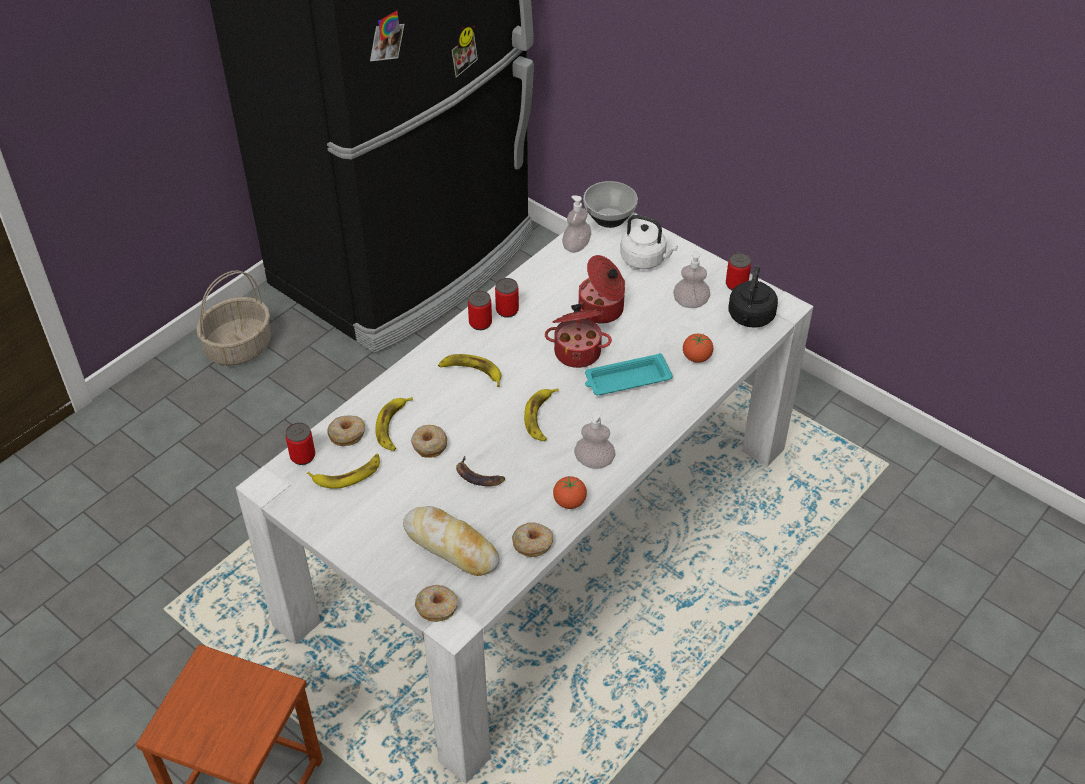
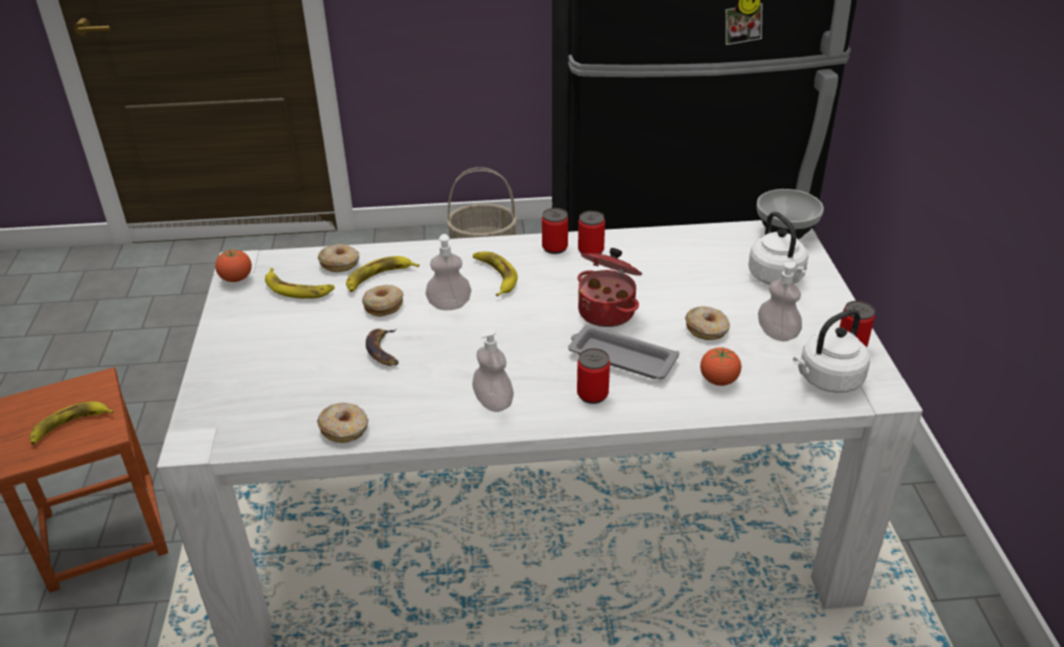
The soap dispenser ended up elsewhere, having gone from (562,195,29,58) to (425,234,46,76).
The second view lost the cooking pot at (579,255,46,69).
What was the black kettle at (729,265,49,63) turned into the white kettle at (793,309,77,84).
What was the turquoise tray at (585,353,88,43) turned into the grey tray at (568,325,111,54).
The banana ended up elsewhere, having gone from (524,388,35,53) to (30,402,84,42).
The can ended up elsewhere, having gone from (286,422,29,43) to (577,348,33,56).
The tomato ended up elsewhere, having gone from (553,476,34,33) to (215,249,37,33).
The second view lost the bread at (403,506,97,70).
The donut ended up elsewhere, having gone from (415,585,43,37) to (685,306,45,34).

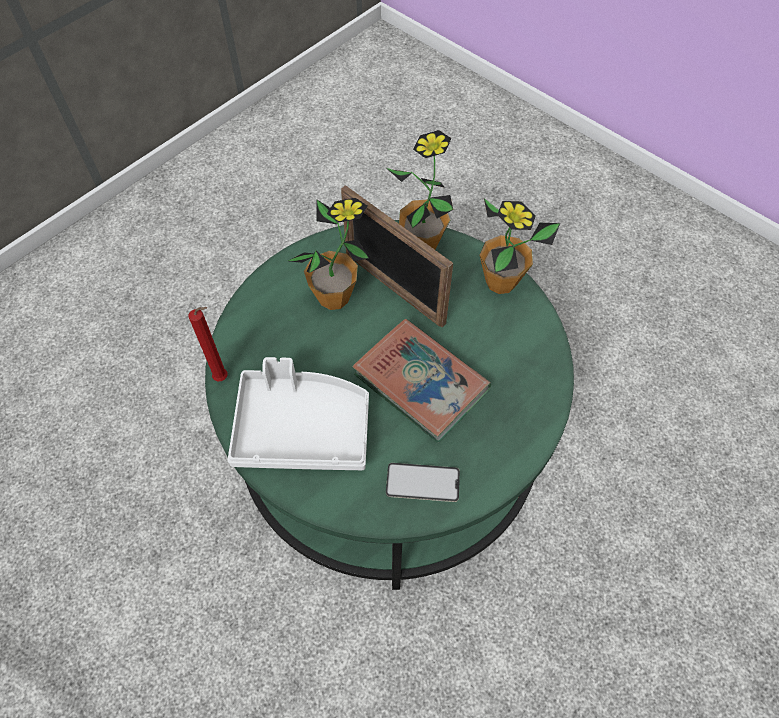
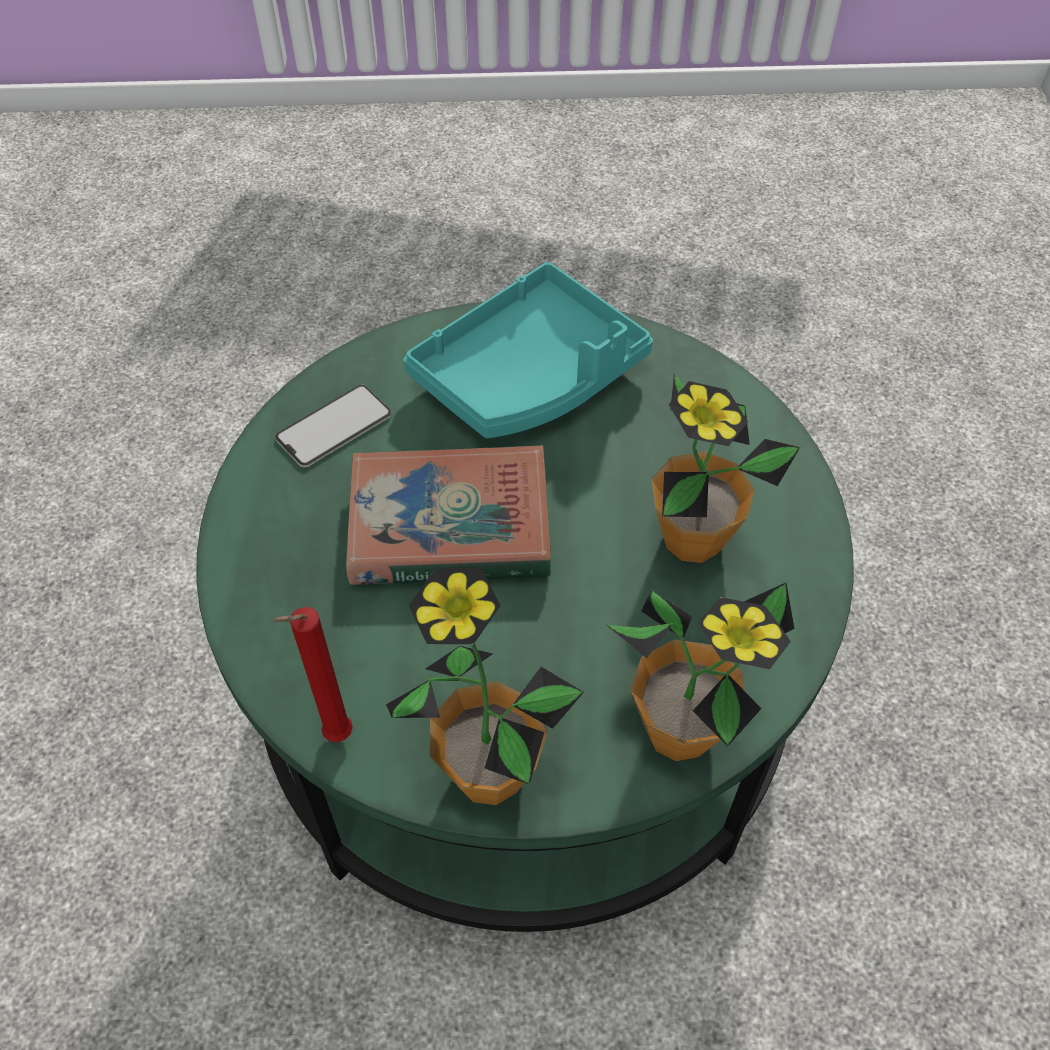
The second view lost the picture frame at (341,185,112,142).
The red candle ended up elsewhere, having gone from (188,307,40,74) to (273,607,80,135).
What was the white tray at (228,357,141,113) turned into the turquoise tray at (404,262,249,176).

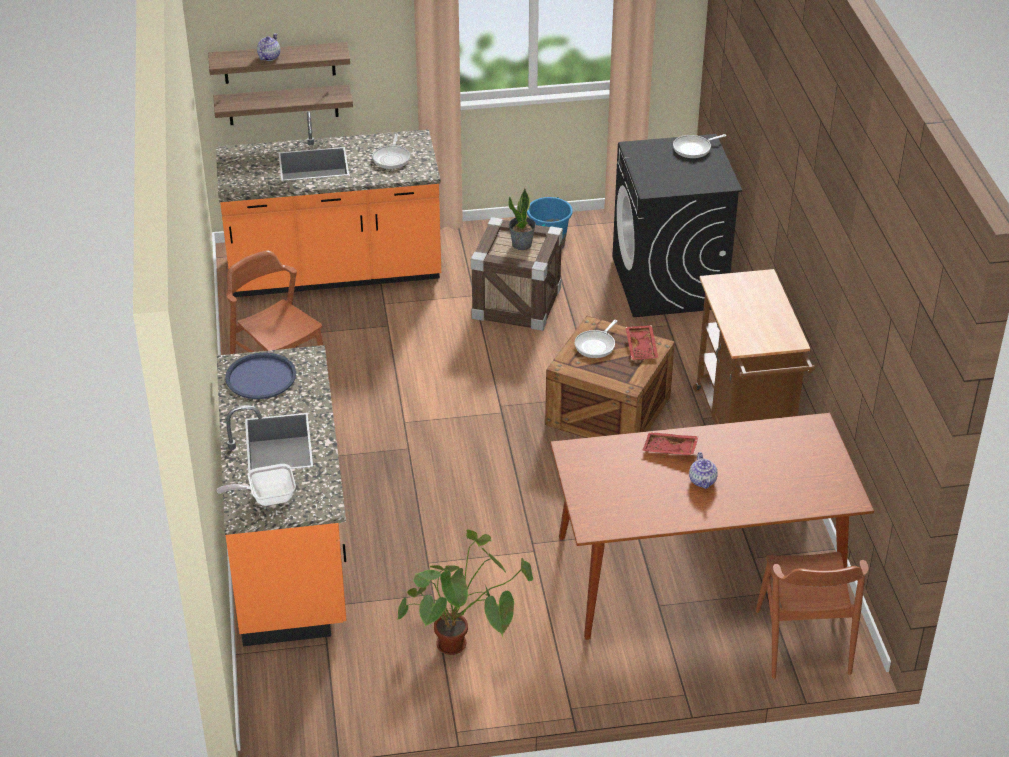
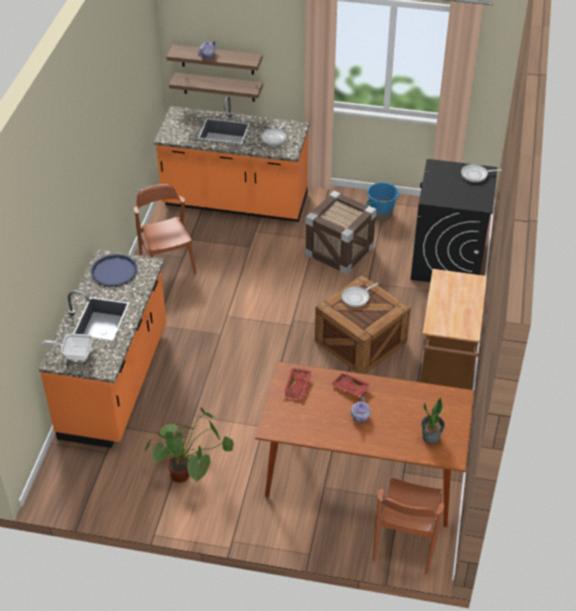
The potted plant ended up elsewhere, having gone from (508,189,28,61) to (421,398,24,46).
The red tray ended up elsewhere, having gone from (626,325,32,35) to (283,367,29,33).

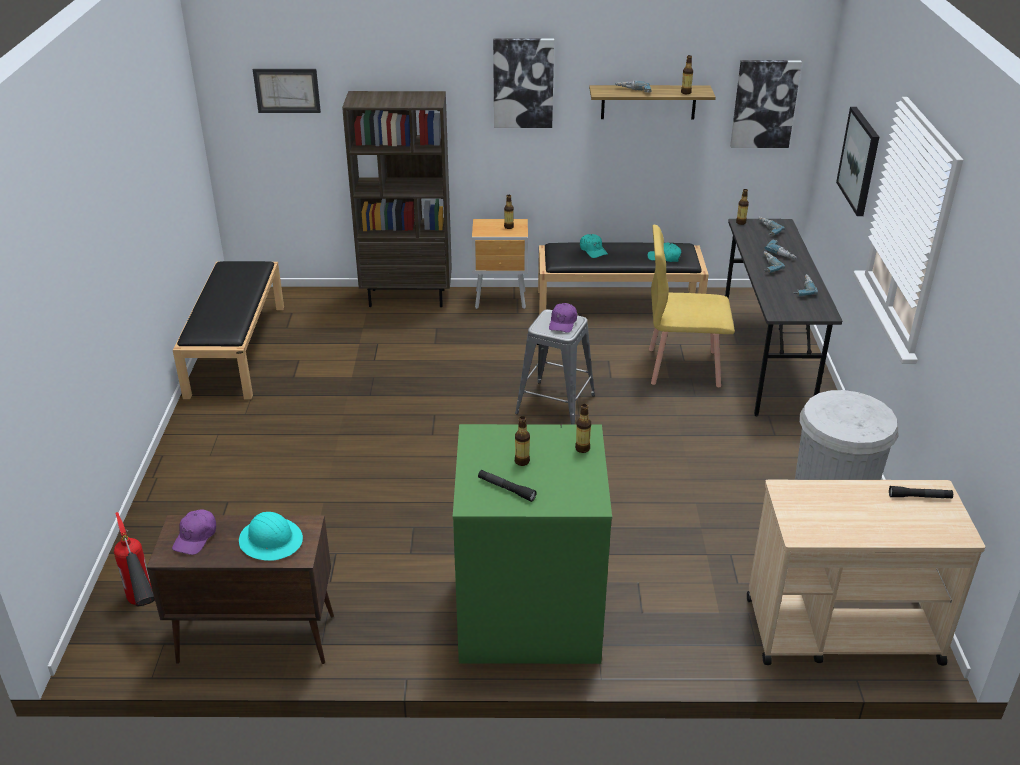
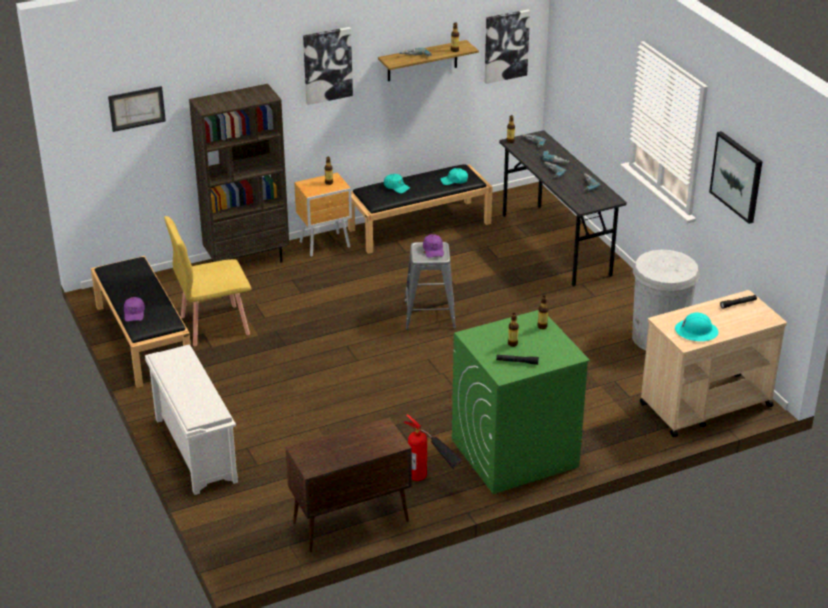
The picture ended up elsewhere, having gone from (836,107,43,109) to (709,131,54,93).
The yellow chair ended up elsewhere, having gone from (649,225,86,162) to (164,216,88,130).
The purple cap ended up elsewhere, having gone from (172,510,44,45) to (124,297,21,25).
The fire extinguisher ended up elsewhere, having gone from (114,512,41,94) to (403,414,60,67).
The turquoise hard hat ended up elsewhere, having gone from (239,512,64,49) to (675,313,43,28).
The second view gained the white shoe rack at (145,345,93,150).

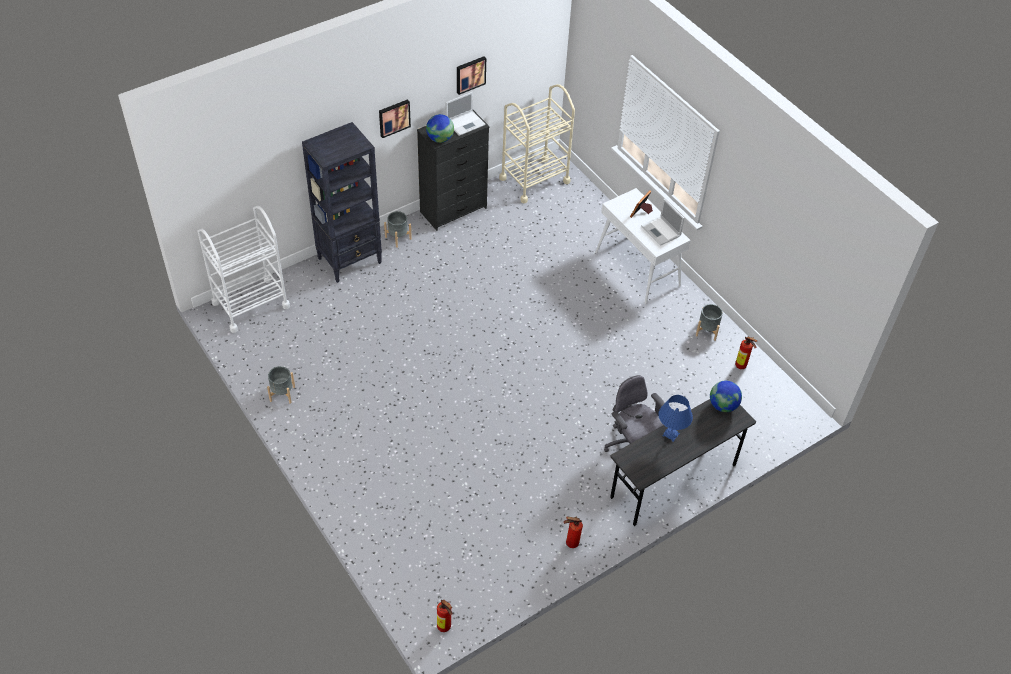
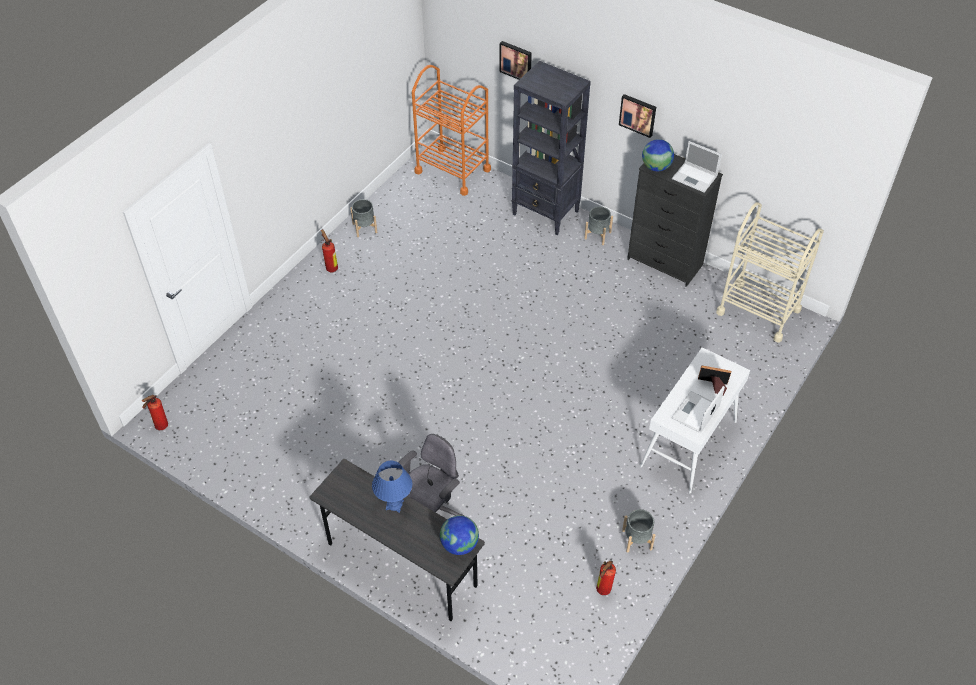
The picture ended up elsewhere, having gone from (457,56,29,39) to (499,41,33,39).
What was the white cart at (197,206,93,127) turned into the orange cart at (412,65,79,131).
The fire extinguisher ended up elsewhere, having gone from (564,516,19,32) to (321,229,17,43).

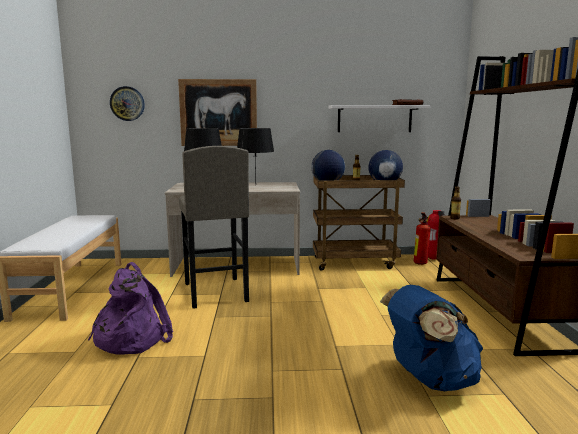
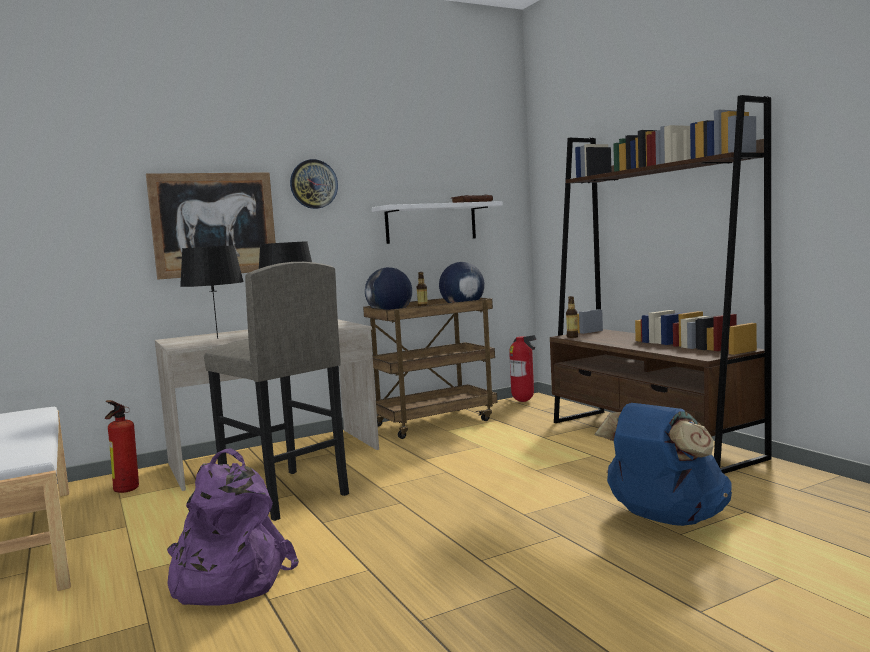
The wall clock ended up elsewhere, having gone from (110,86,35,35) to (290,159,48,50).
The fire extinguisher ended up elsewhere, having gone from (414,212,17,53) to (105,400,34,93).

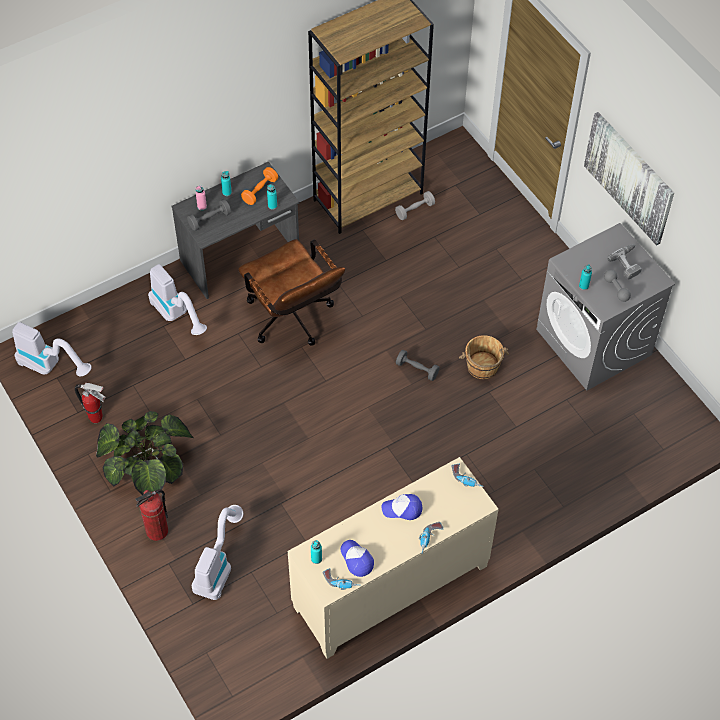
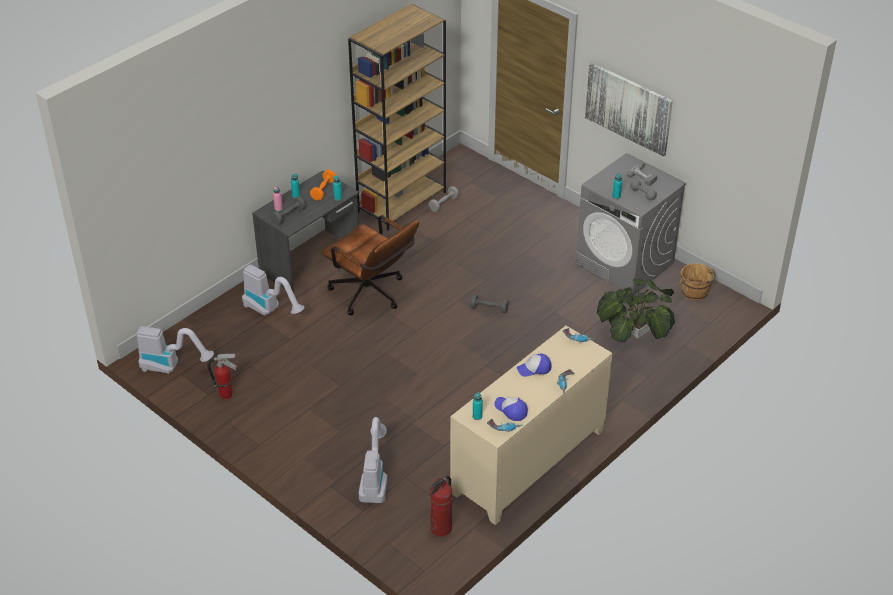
The brown bucket ended up elsewhere, having gone from (459,335,50,44) to (677,263,39,37).
The potted plant ended up elsewhere, having gone from (96,411,98,84) to (597,279,78,64).
The fire extinguisher ended up elsewhere, having gone from (135,489,33,52) to (430,476,22,61).

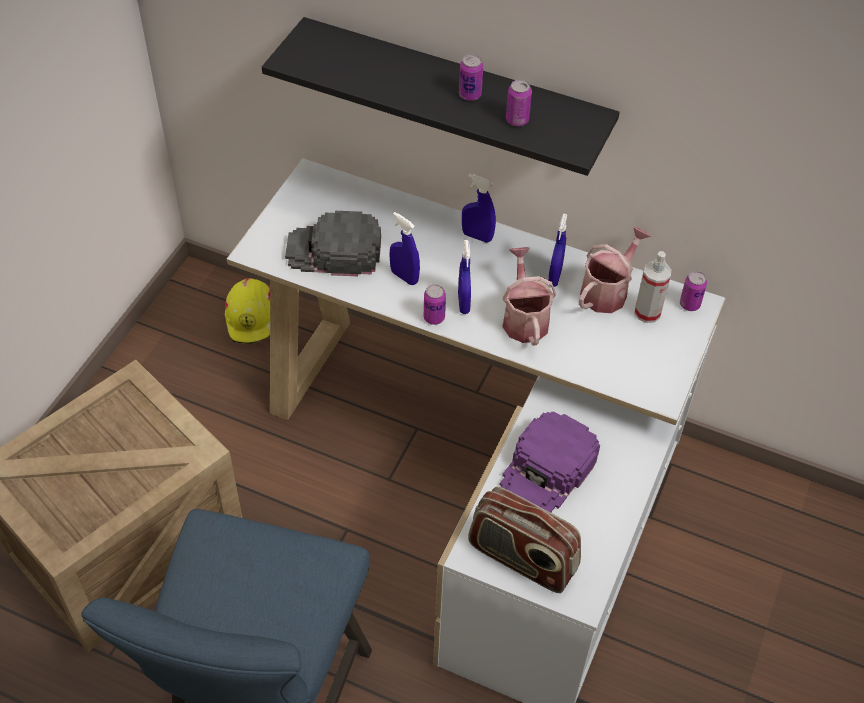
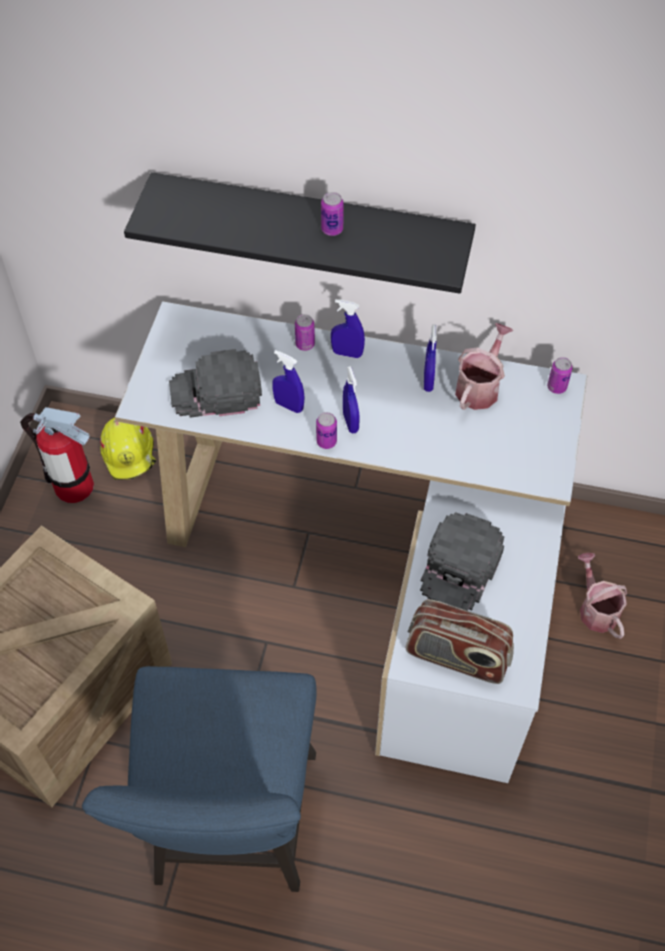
The can ended up elsewhere, having gone from (506,79,26,47) to (295,314,20,37).
The watering can ended up elsewhere, having gone from (502,247,54,99) to (578,553,49,86).
The second view lost the spray bottle at (634,251,37,72).
What was the purple cap at (499,411,101,102) turned into the black cap at (420,512,84,99).
The second view gained the fire extinguisher at (20,407,74,96).

